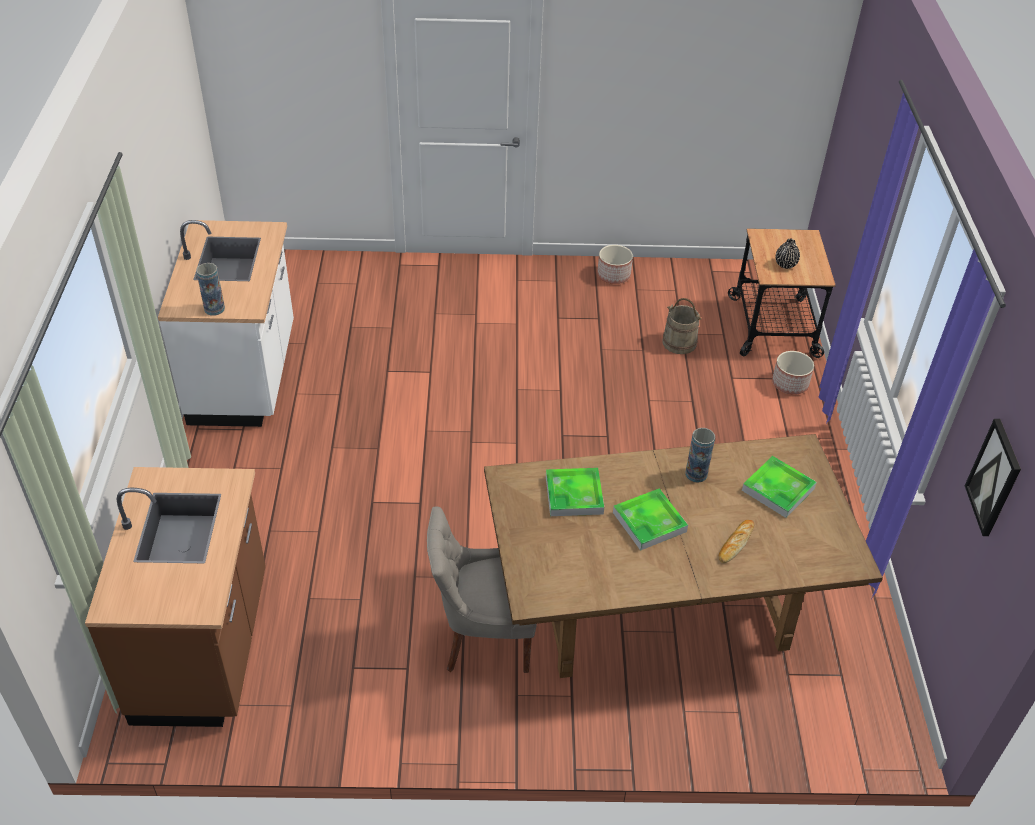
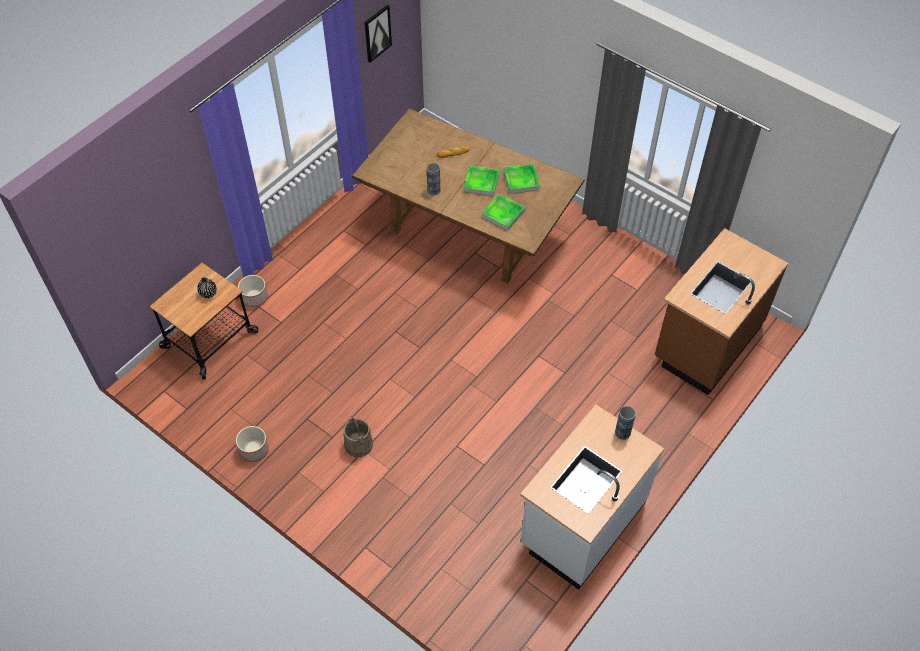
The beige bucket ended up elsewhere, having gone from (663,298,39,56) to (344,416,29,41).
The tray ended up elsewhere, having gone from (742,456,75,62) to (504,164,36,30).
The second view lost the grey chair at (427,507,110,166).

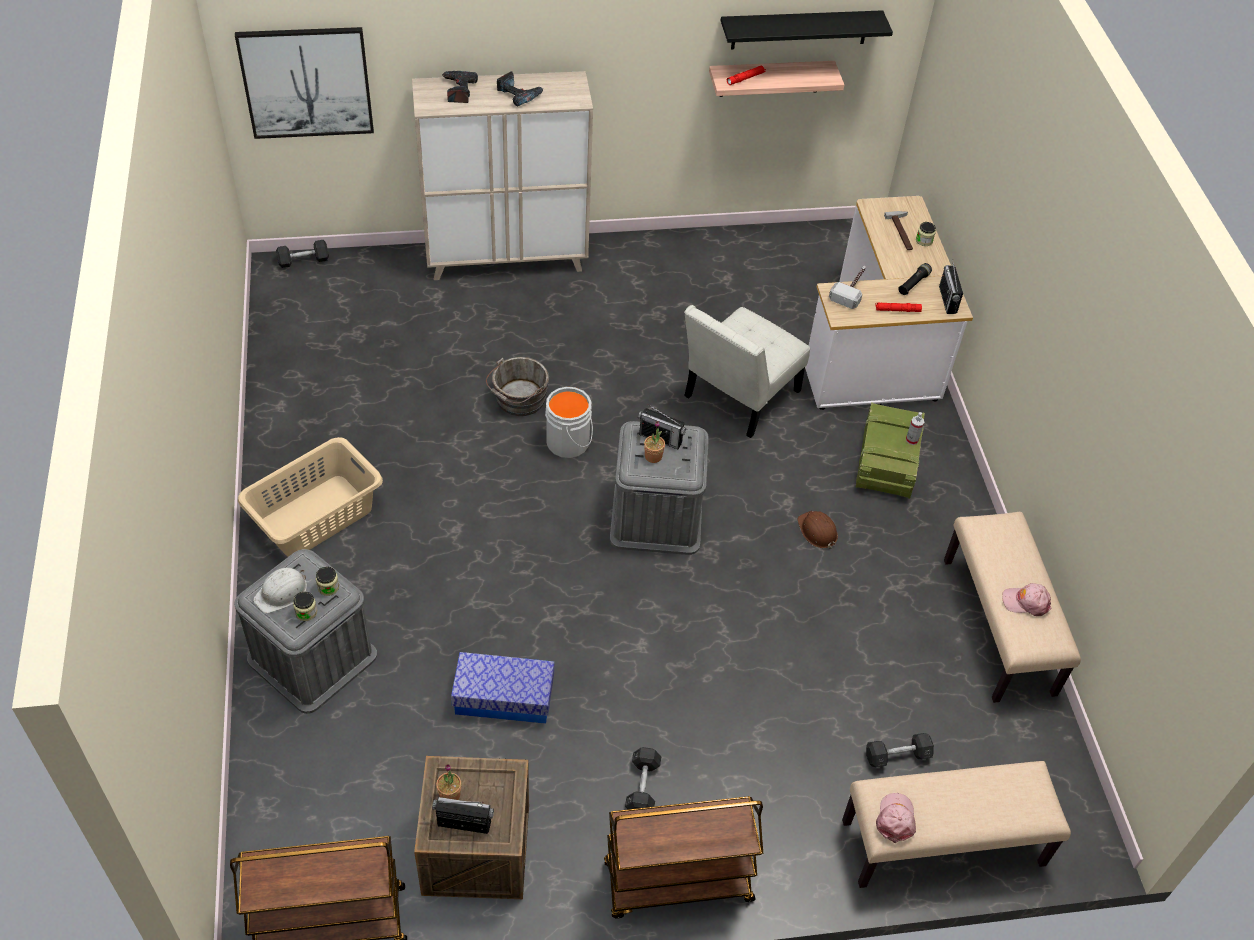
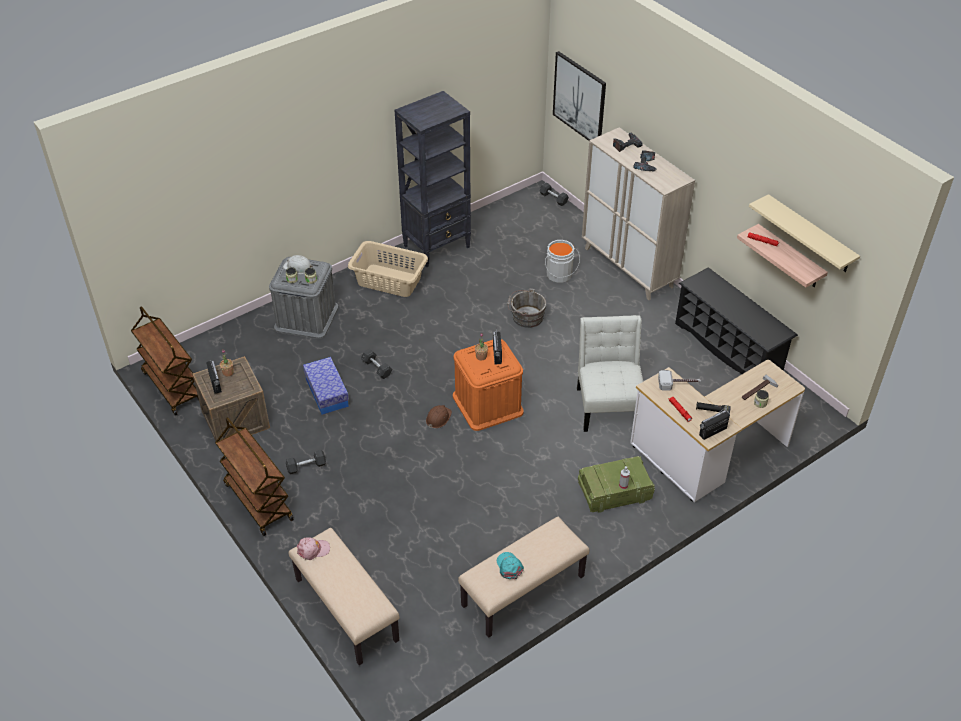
What was the black shelf at (721,10,172,39) turned into the beige shelf at (749,194,111,78).
The white chair at (684,305,126,133) ended up facing another way, 75 degrees clockwise from before.
The grey bucket ended up elsewhere, having gone from (545,387,48,71) to (545,240,35,43).
What was the grey storage box at (610,421,99,134) turned into the orange storage box at (453,339,71,92).
The brown hard hat ended up elsewhere, having gone from (797,511,41,38) to (426,405,26,23).
What was the pink cap at (1002,583,49,33) turned into the turquoise cap at (497,552,27,27).
The grey dumbbell ended up elsewhere, having gone from (866,733,68,35) to (361,349,31,30).
The second view gained the black bookcase at (394,91,77,176).
The second view gained the black shoe rack at (675,267,123,107).

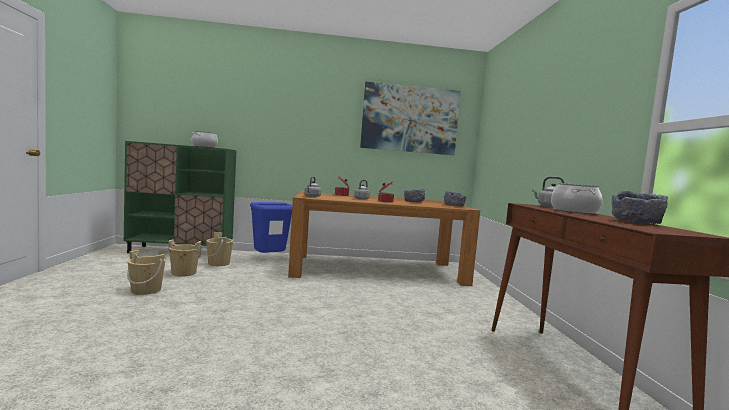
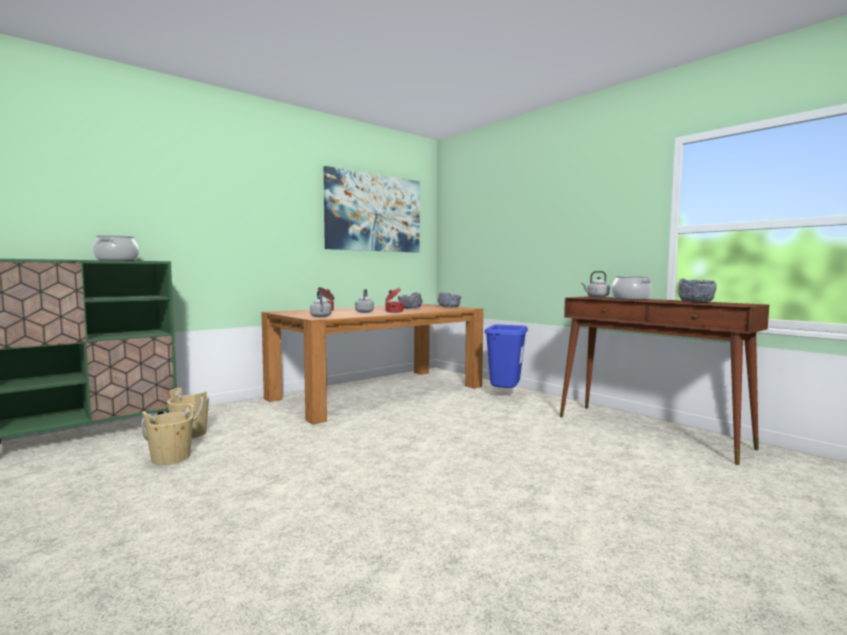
The blue trash can ended up elsewhere, having gone from (250,202,42,51) to (484,325,44,63).
The second view lost the beige bucket at (127,250,39,45).

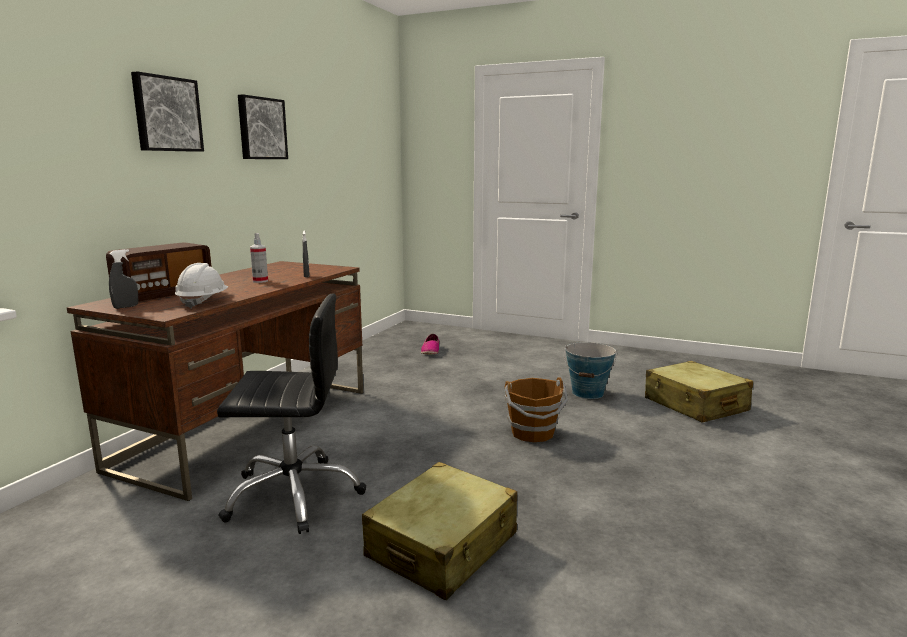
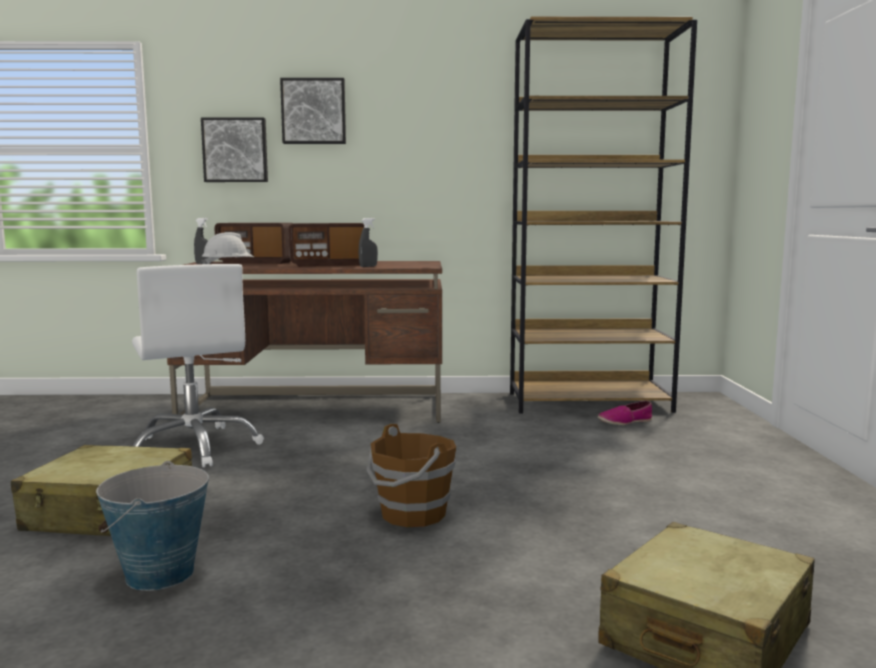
The picture ended up elsewhere, having gone from (238,94,50,65) to (201,117,67,65).
Where the spray bottle stood at (250,233,18,50), the radio came to stand at (289,223,75,44).
What was the black office chair at (217,293,149,241) turned into the white office chair at (132,264,132,204).
The bucket ended up elsewhere, having gone from (564,342,53,57) to (96,461,113,130).
The second view gained the brown bookcase at (510,16,187,398).

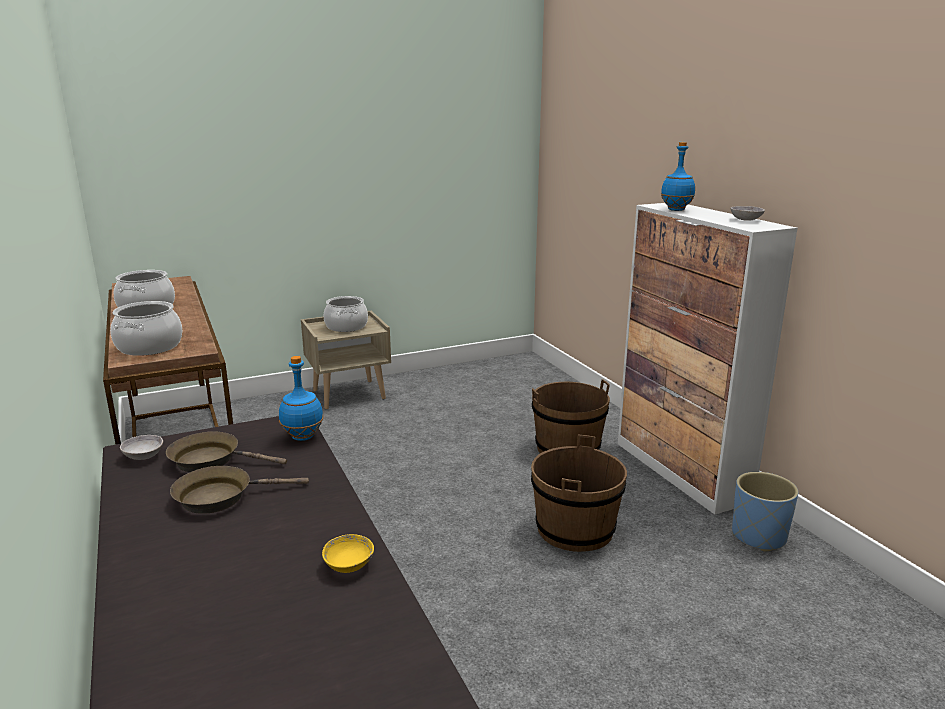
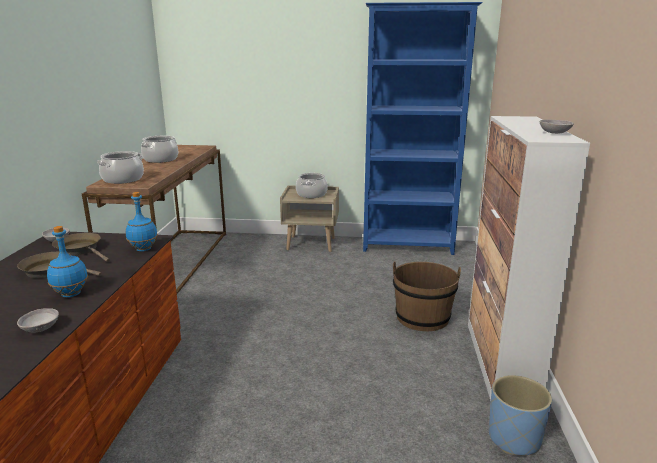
The blue bottle ended up elsewhere, having gone from (661,142,34,69) to (47,226,41,72).
The second view lost the brown bucket at (531,435,96,117).
What was the yellow bowl at (322,534,52,39) turned into the grey bowl at (17,308,42,24).
The second view gained the blue bookcase at (363,2,120,253).

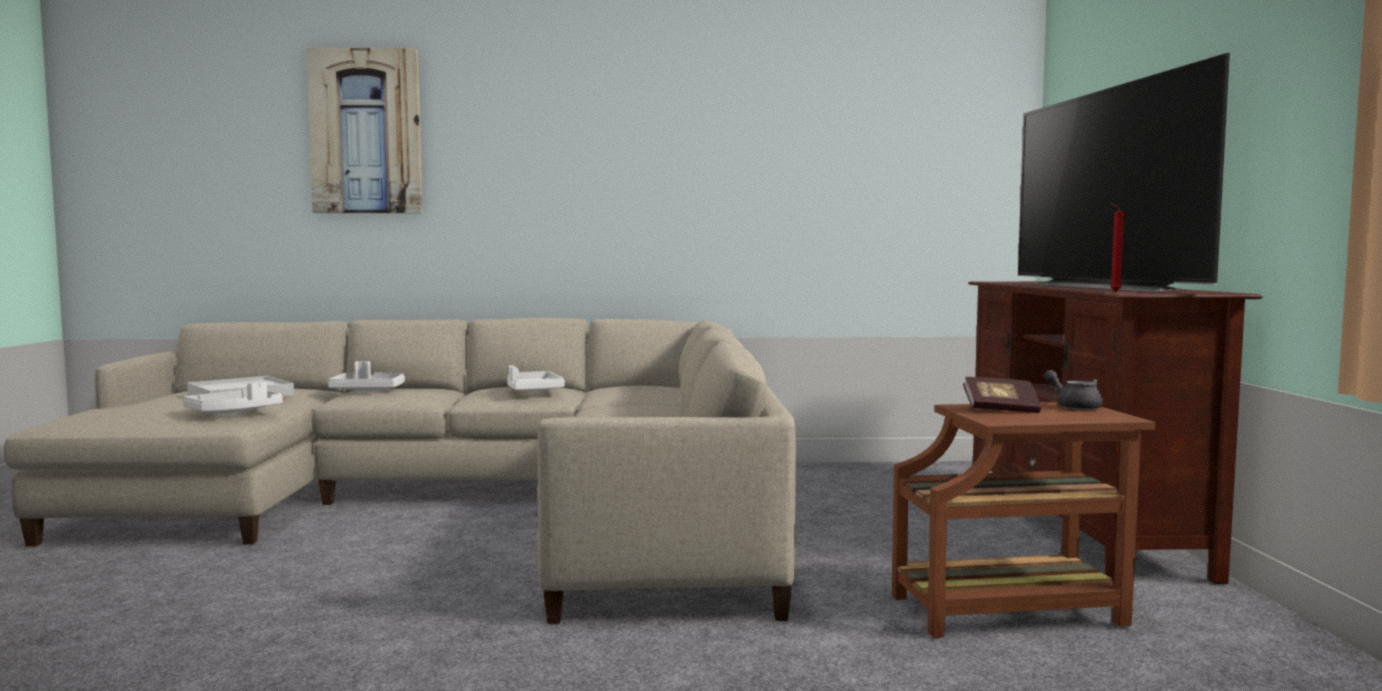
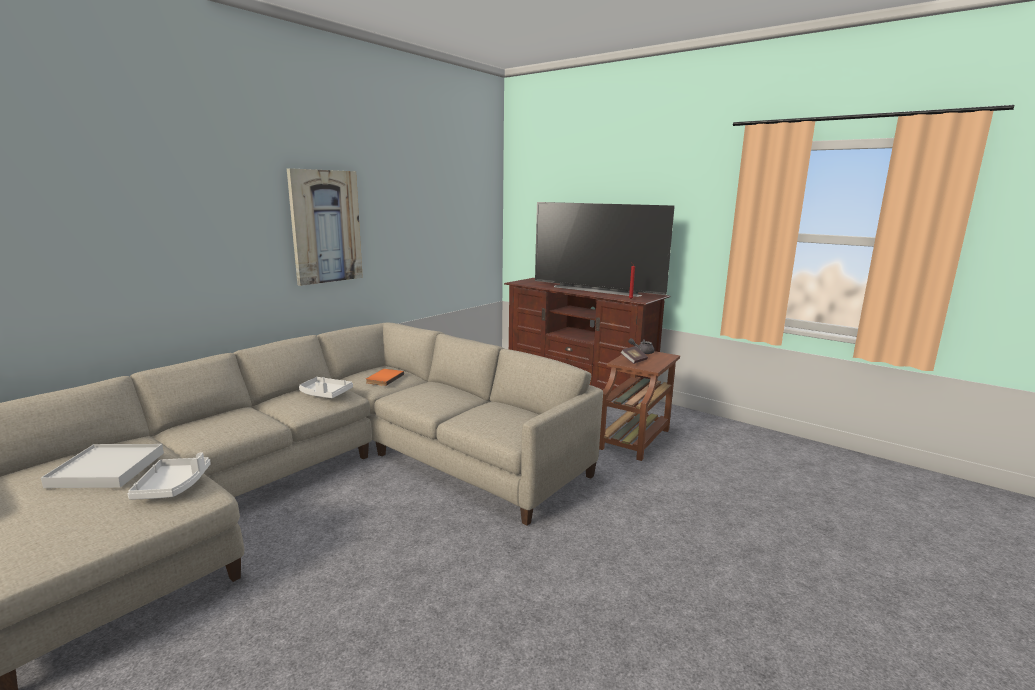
The picture ended up elsewhere, having gone from (306,48,117,165) to (287,168,76,118).
The second view lost the white tray at (328,361,77,30).
The second view gained the orange book at (366,369,38,17).

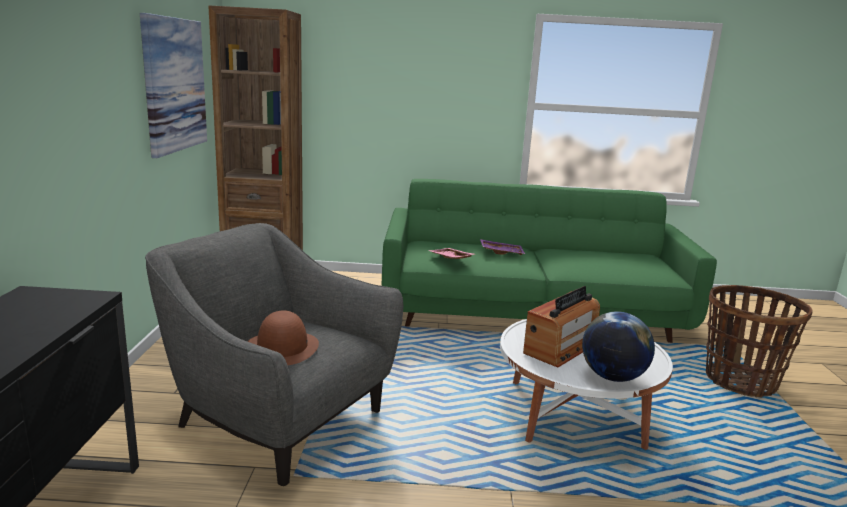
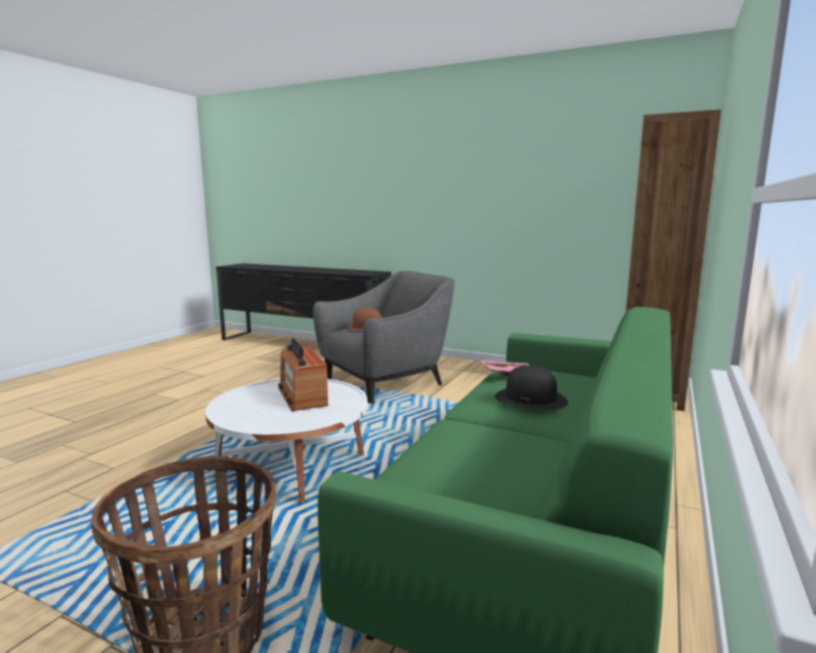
The second view lost the picture at (140,13,67,145).
Where the purple tray stood at (480,239,45,16), the black hat came to stand at (495,366,73,43).
The second view lost the globe at (582,311,73,71).

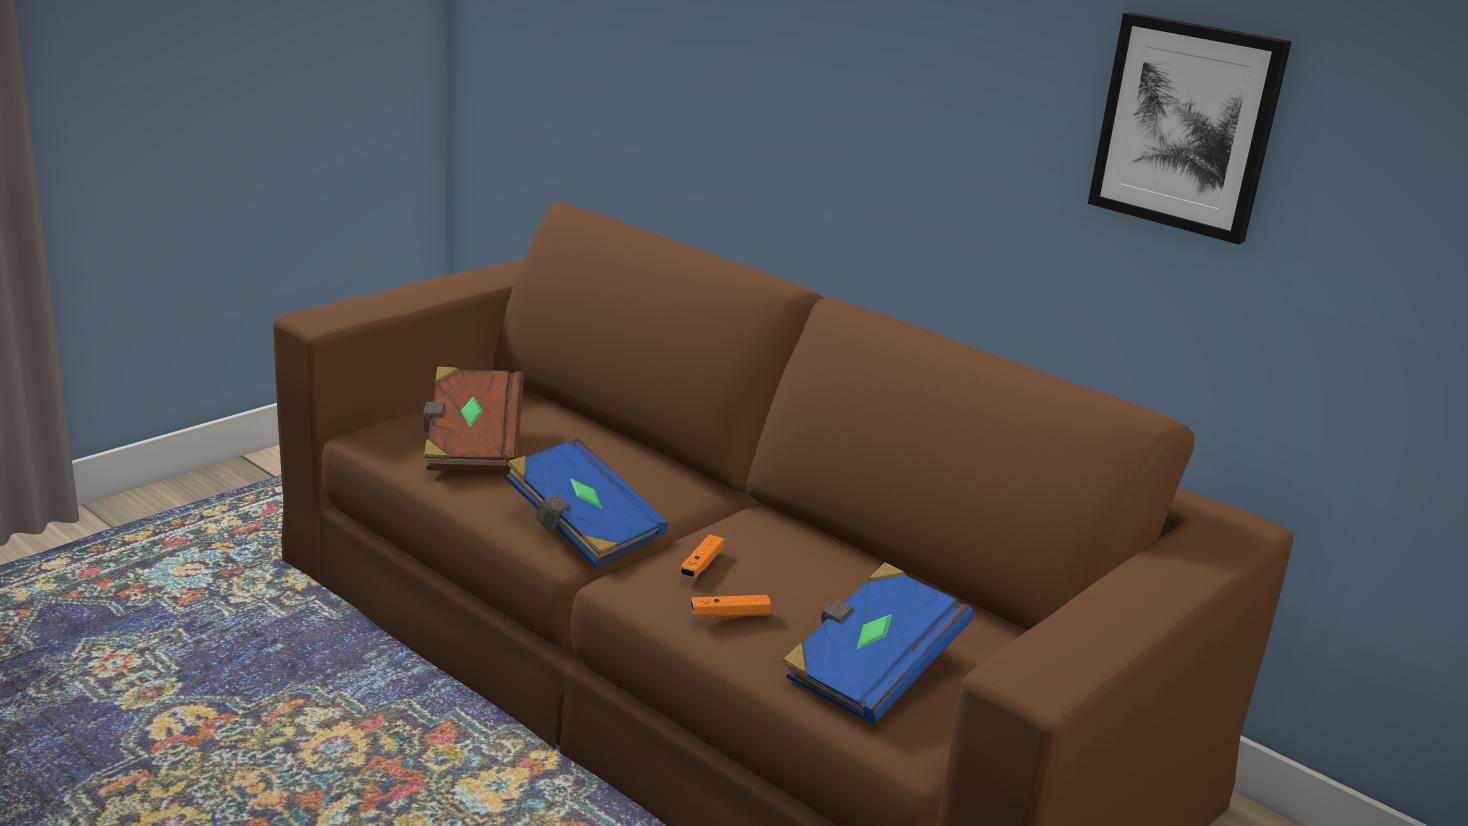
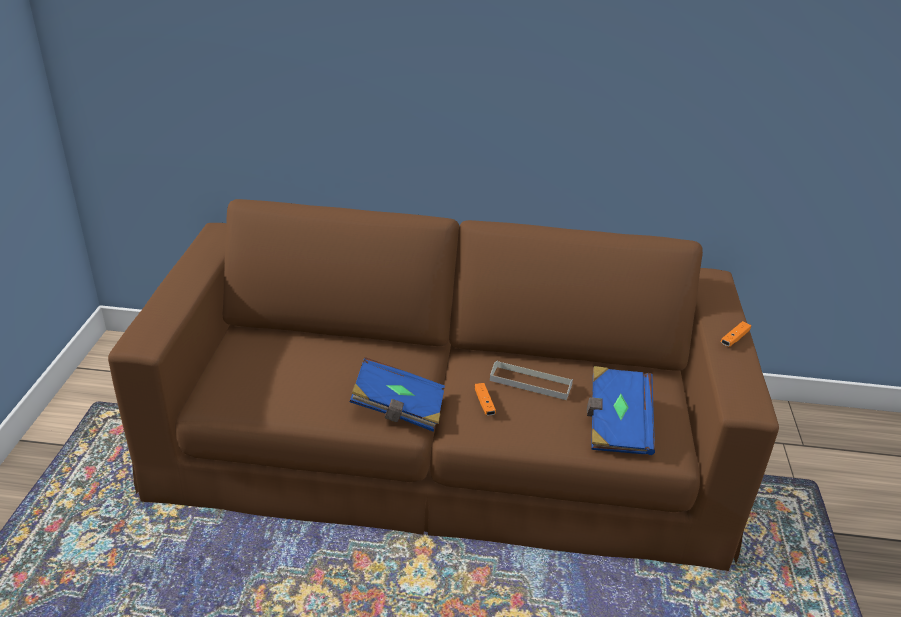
The second view lost the picture at (1088,12,204,233).
The second view lost the brown book at (424,366,100,104).
The orange game controller ended up elsewhere, having gone from (691,595,80,22) to (721,321,30,26).
The second view gained the grey tray at (490,360,83,40).

